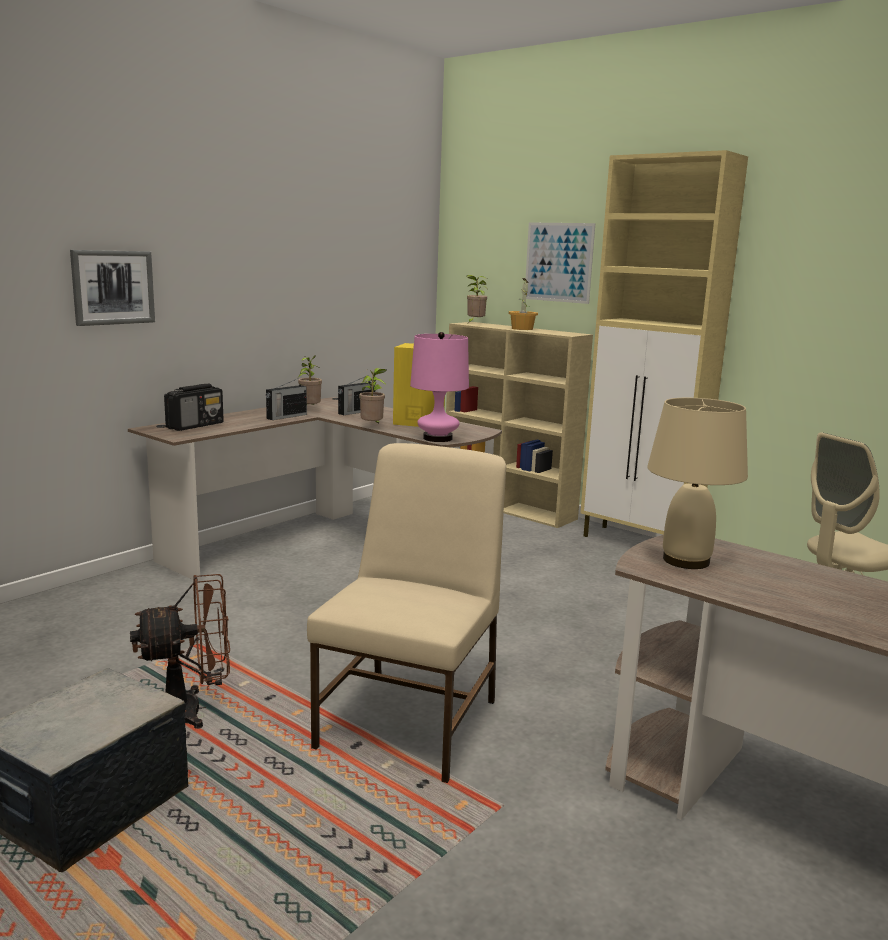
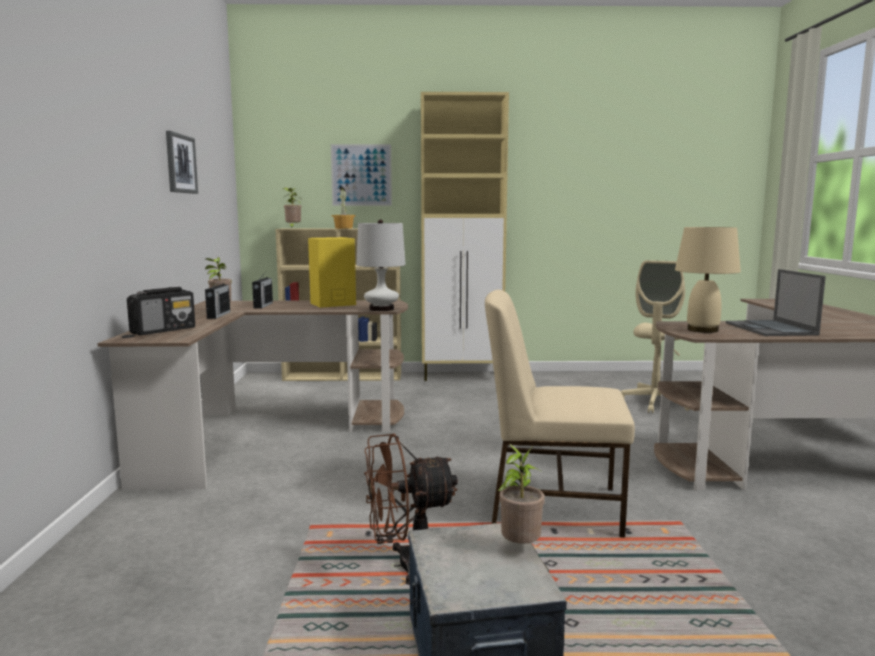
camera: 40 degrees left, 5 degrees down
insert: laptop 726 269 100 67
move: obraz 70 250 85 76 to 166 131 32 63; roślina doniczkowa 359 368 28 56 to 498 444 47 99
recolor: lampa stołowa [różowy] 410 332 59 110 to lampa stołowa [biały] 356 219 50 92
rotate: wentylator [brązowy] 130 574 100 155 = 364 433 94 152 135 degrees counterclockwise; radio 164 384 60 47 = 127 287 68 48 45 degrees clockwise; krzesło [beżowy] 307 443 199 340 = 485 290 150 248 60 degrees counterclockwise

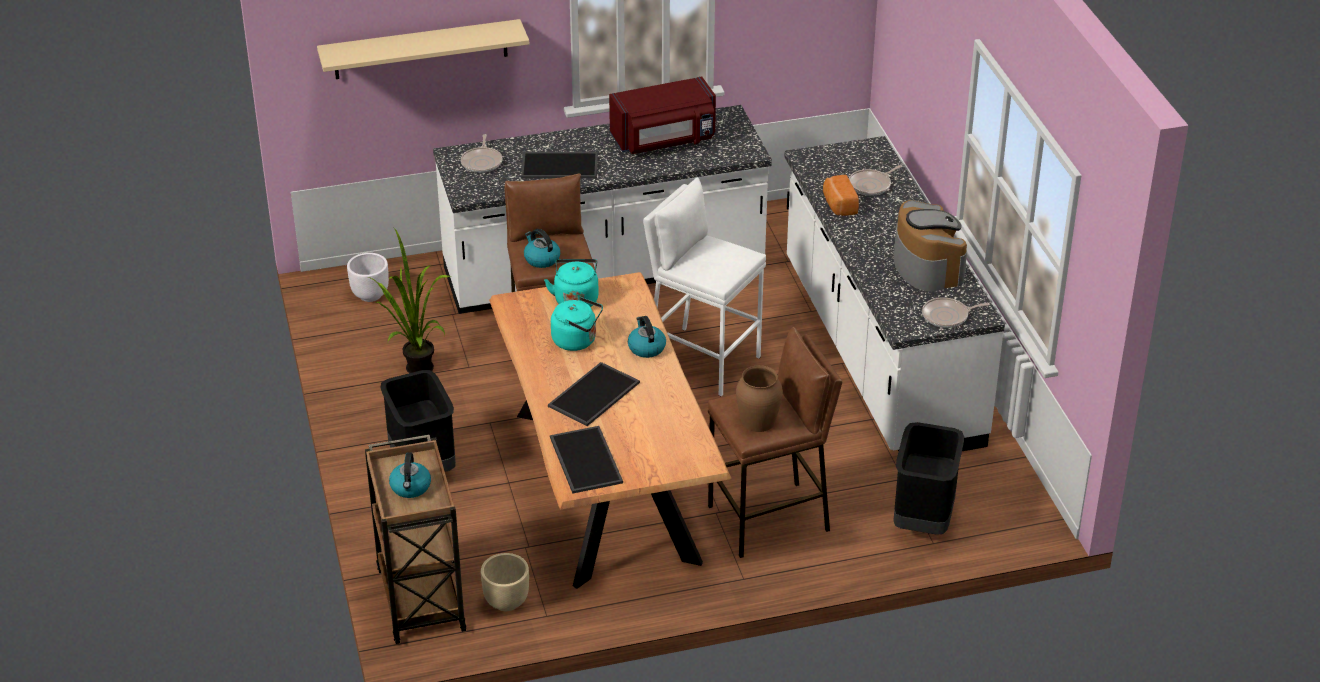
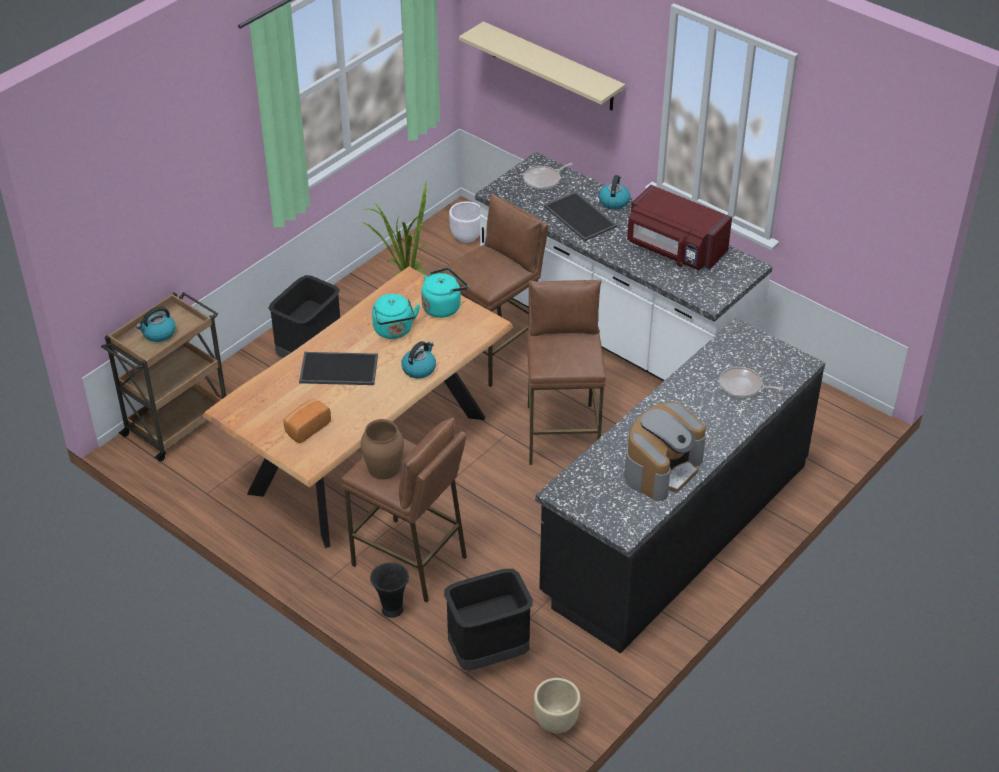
camera: 55 degrees right, 5 degrees up
delete: taca 550 426 73 68; patelnia 922 297 68 31
insert: wazon [czarny] 370 563 39 55
move: donica [beżowy] 481 553 48 58 to 534 678 46 55; czajnik 524 229 36 39 to 599 175 31 35; chleb 823 175 36 41 to 283 399 48 45
recolor: stołek [biały] 643 177 123 220 to stołek [brązowy] 527 280 79 185; zabudowa kuchenna [biały] 784 136 221 315 to zabudowa kuchenna [czarny] 535 318 290 335

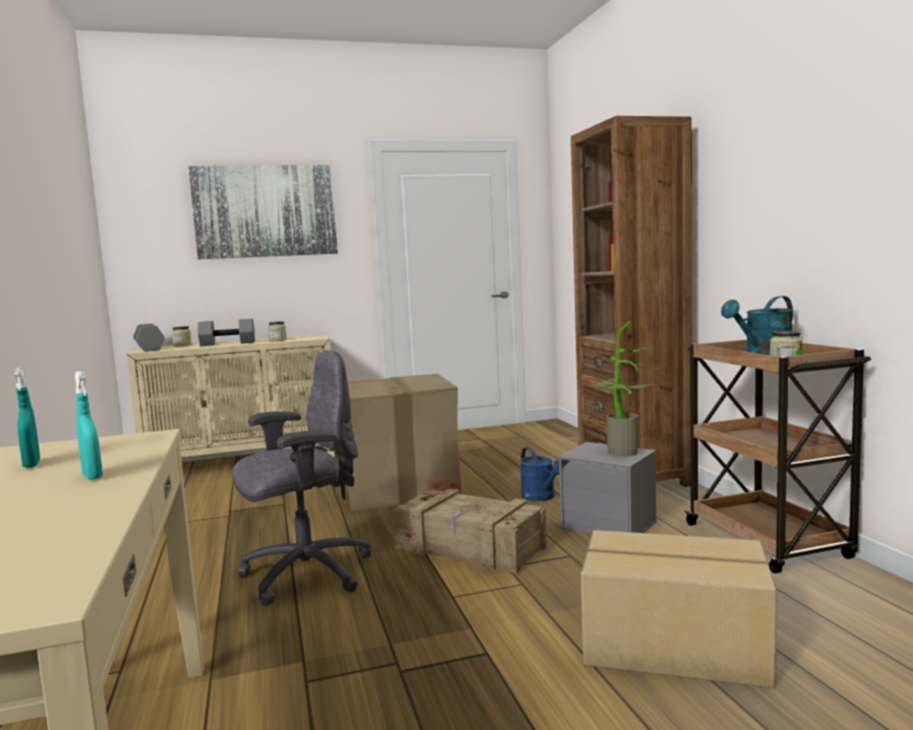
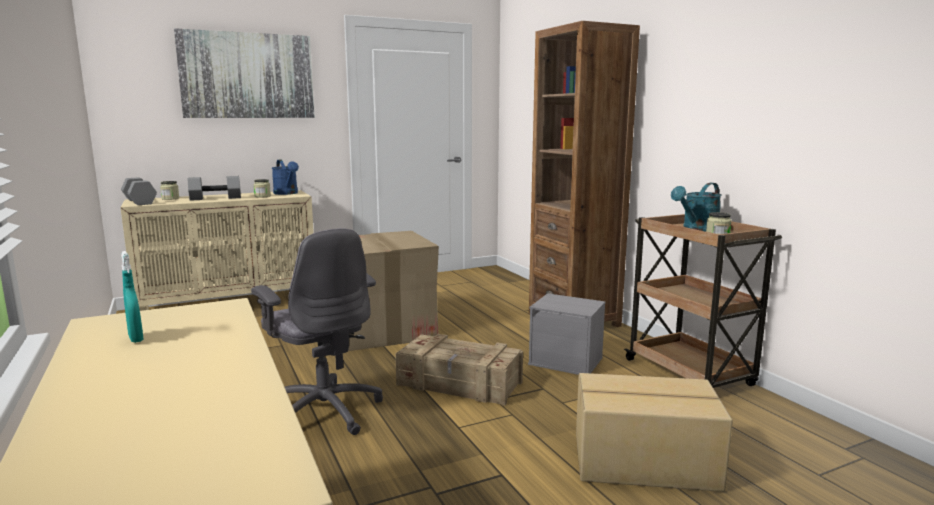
camera: 10 degrees left, 5 degrees up
delete: spryskiwacz [turkusowy] 75 371 28 109; roślina doniczkowa 585 321 69 136
move: konewka [niebieski] 520 447 39 54 to 272 160 27 35
rotate: krzesło biurowe [szary] 232 350 139 256 = 251 228 132 207 90 degrees clockwise

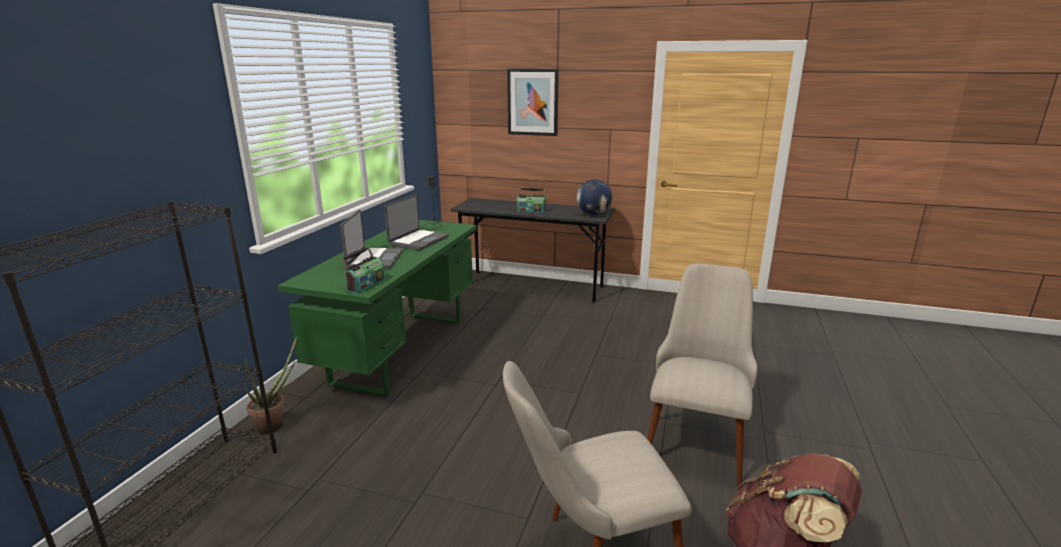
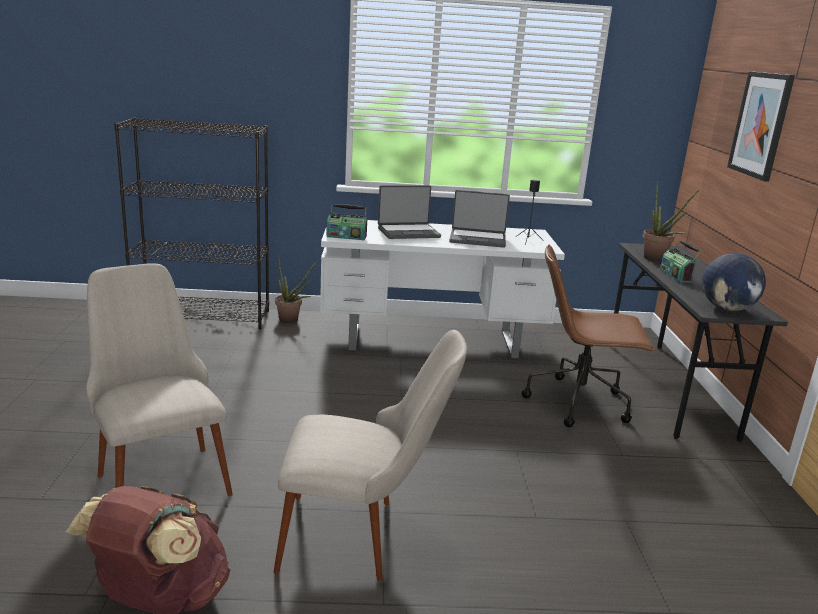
camera: 70 degrees right, 0 degrees up
insert: krzesło biurowe [brązowy] 522 244 133 183; roślina doniczkowa 643 181 57 81
recolor: biurko [zielony] 278 220 198 178 to biurko [biały] 320 220 245 139

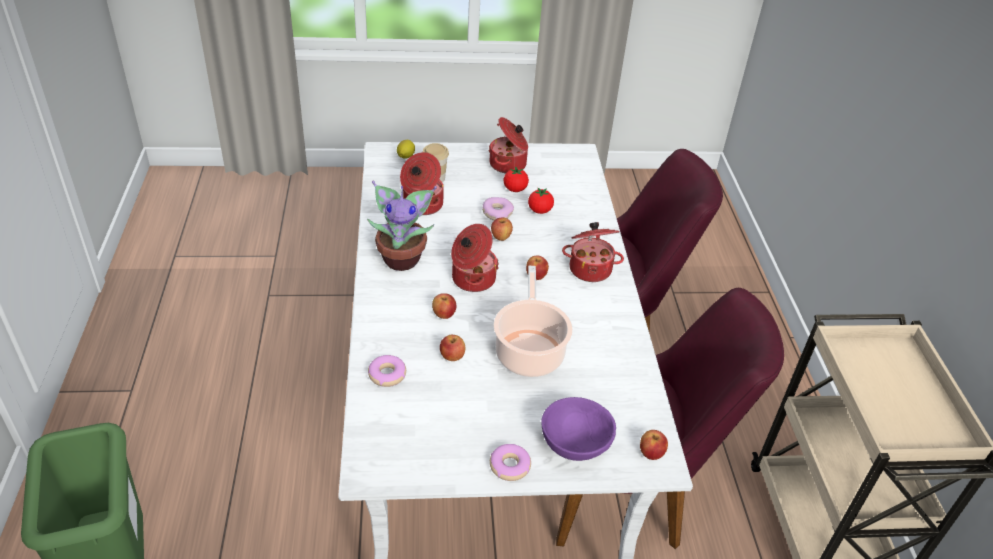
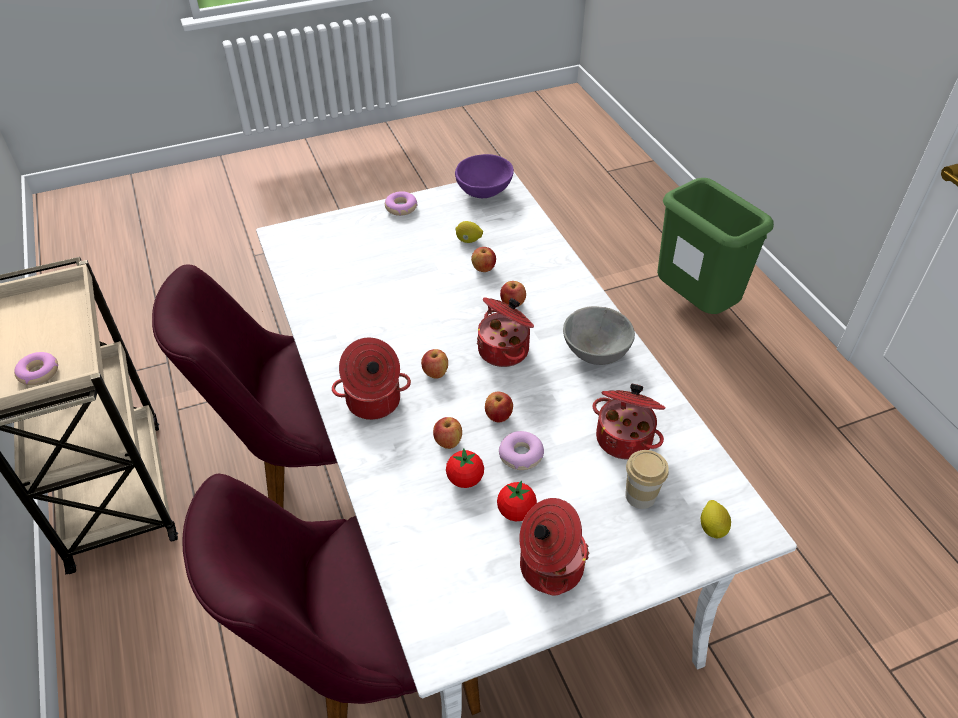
camera: 165 degrees right, 5 degrees up
delete: garnek 493 266 80 111
insert: cytryna 455 221 28 22
move: donut 368 355 38 32 to 14 352 44 33; miska [fioletowy] 541 397 75 64 to 455 154 59 44; jabłko 640 430 28 30 to 433 417 29 32
replace: roślina doniczkowa 367 181 70 90 to miska [szary] 563 306 72 59

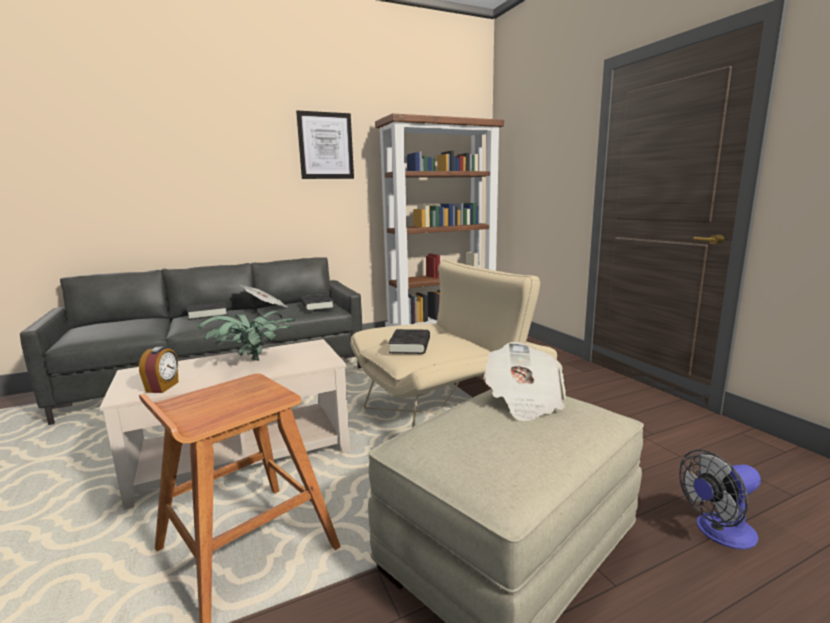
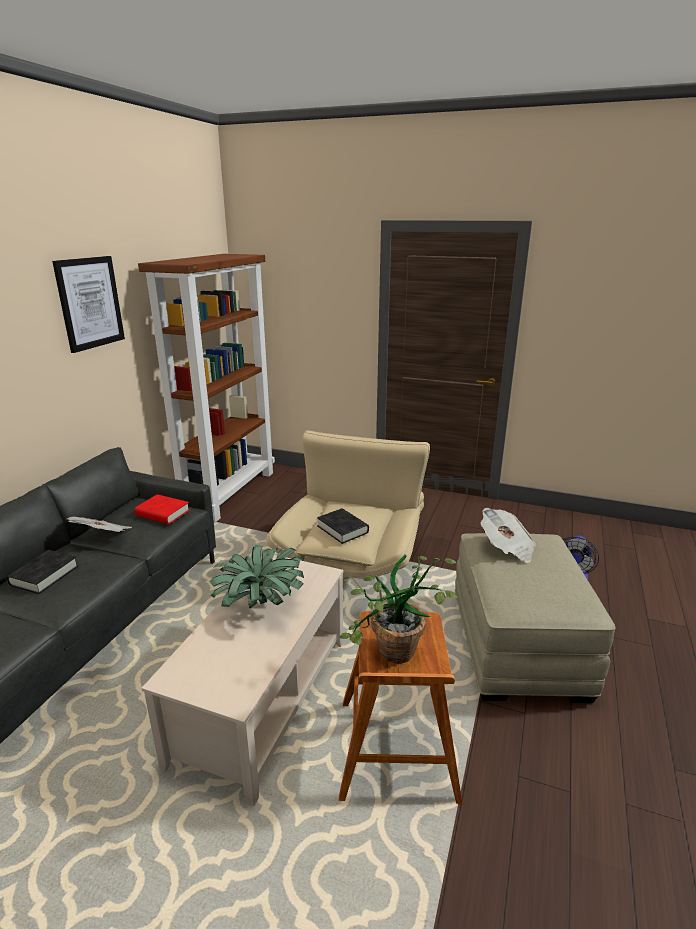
camera: 45 degrees left, 10 degrees up
delete: budzik 139 347 39 46
insert: roślina doniczkowa 340 555 118 109
recolor: książka [czarny] 301 294 33 17 to książka [czerwony] 135 494 55 30

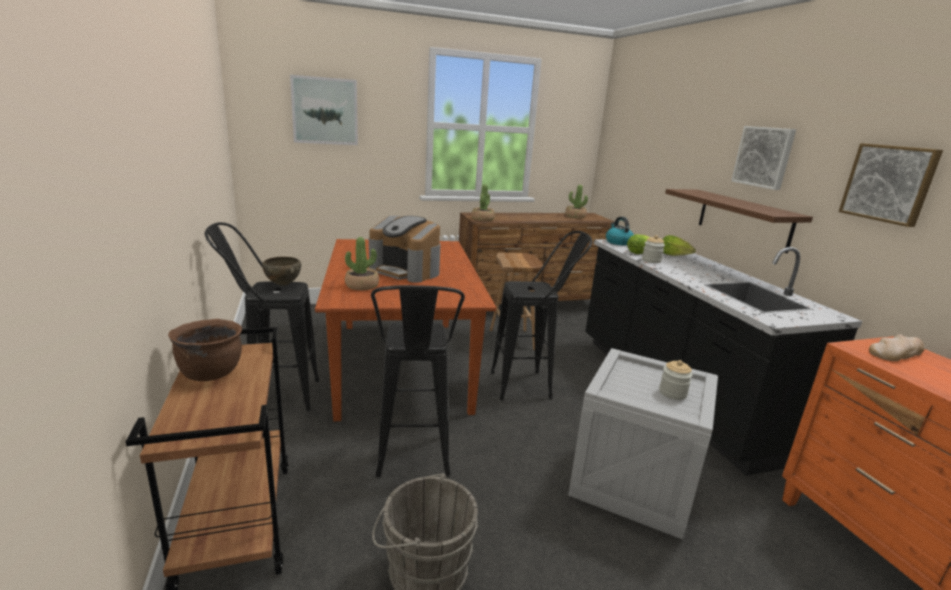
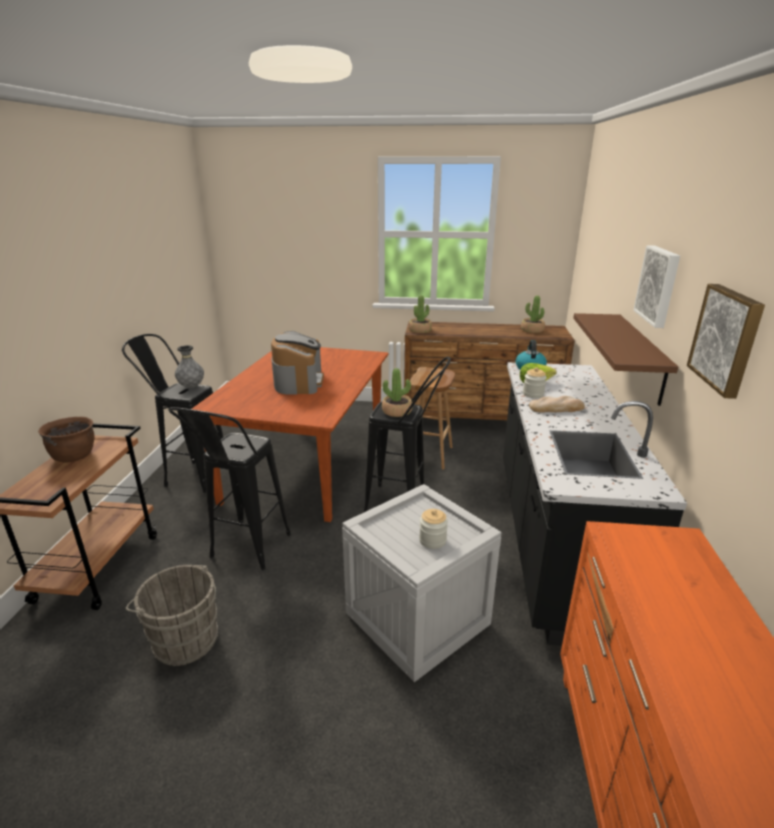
camera: 25 degrees right, 5 degrees up
delete: obraz 290 75 68 70; sałata 662 235 34 21
move: roślina doniczkowa 345 237 34 53 to 382 368 31 49; chleb 869 334 56 27 to 529 396 56 17
replace: miska [brązowy] 262 257 39 29 to wazon [szary] 175 345 29 43
rotate: ekspres do kawy 369 216 72 67 = 271 331 53 64 150 degrees counterclockwise

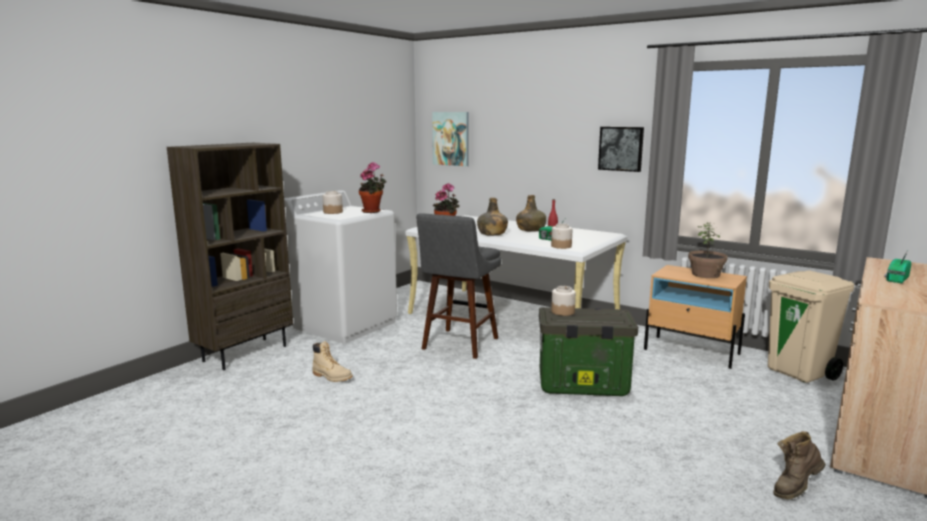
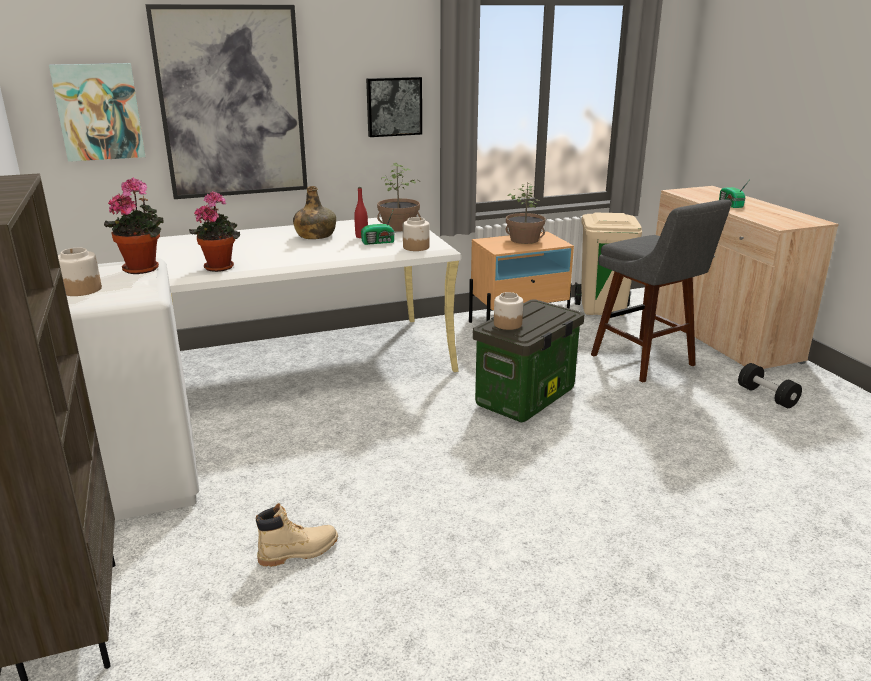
camera: 55 degrees left, 10 degrees up
delete: butelka [zielony] 477 198 31 38
insert: obraz 145 4 162 195; roślina doniczkowa 377 163 44 68
move: stołek [szary] 416 213 85 146 to 591 199 141 184
replace: but z cholewką [brązowy] 773 431 53 68 to hantel [czarny] 738 363 64 45

